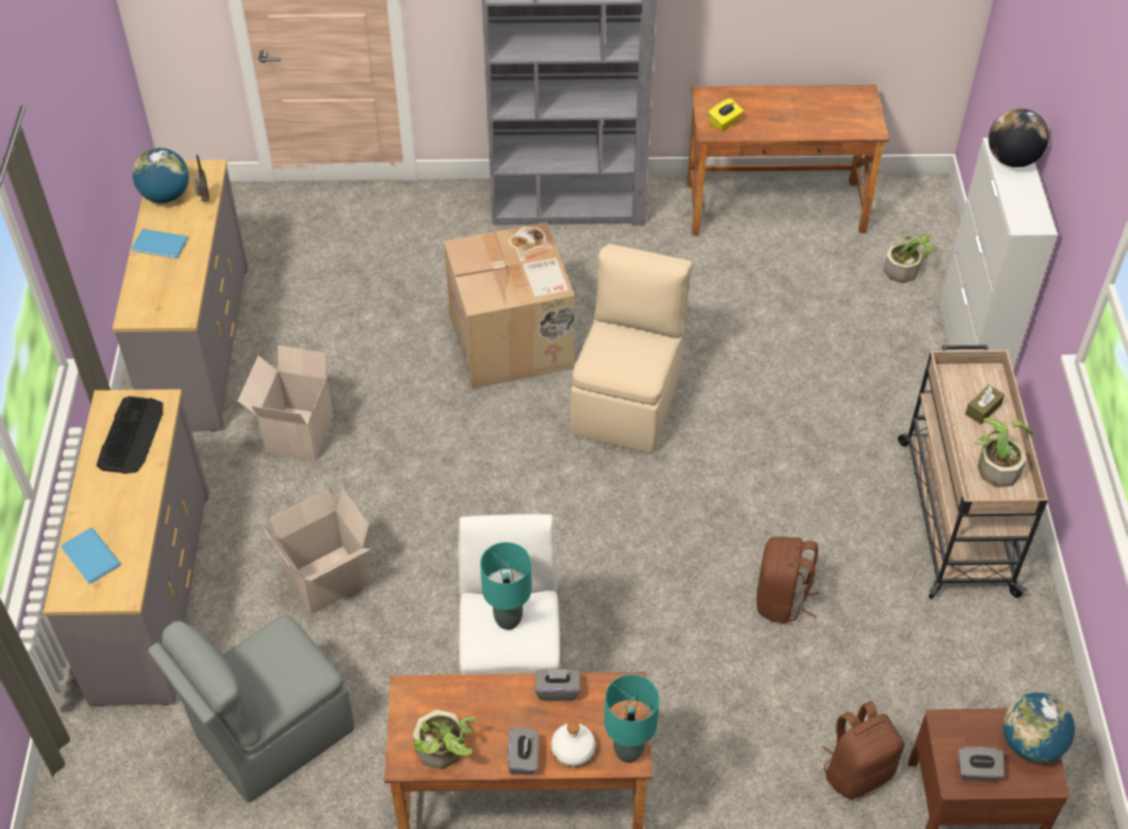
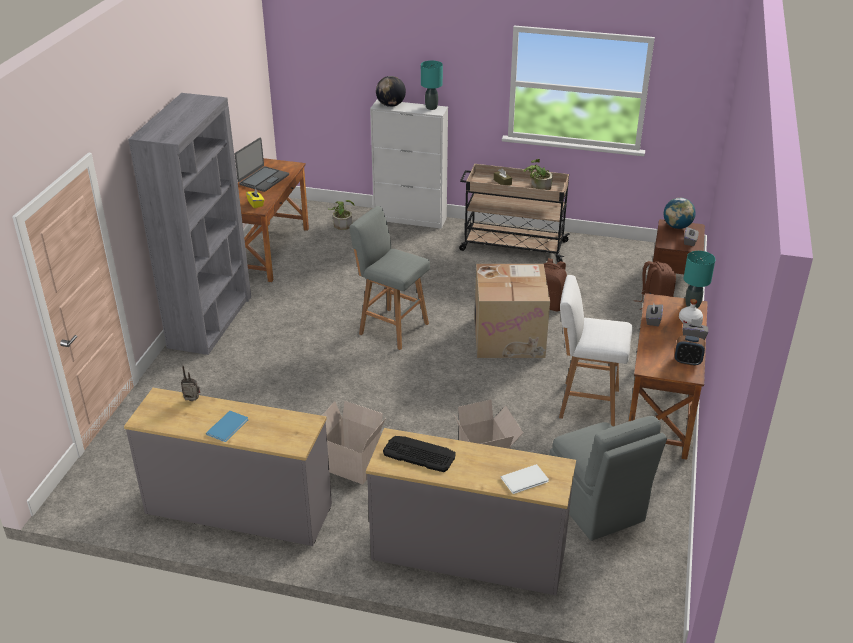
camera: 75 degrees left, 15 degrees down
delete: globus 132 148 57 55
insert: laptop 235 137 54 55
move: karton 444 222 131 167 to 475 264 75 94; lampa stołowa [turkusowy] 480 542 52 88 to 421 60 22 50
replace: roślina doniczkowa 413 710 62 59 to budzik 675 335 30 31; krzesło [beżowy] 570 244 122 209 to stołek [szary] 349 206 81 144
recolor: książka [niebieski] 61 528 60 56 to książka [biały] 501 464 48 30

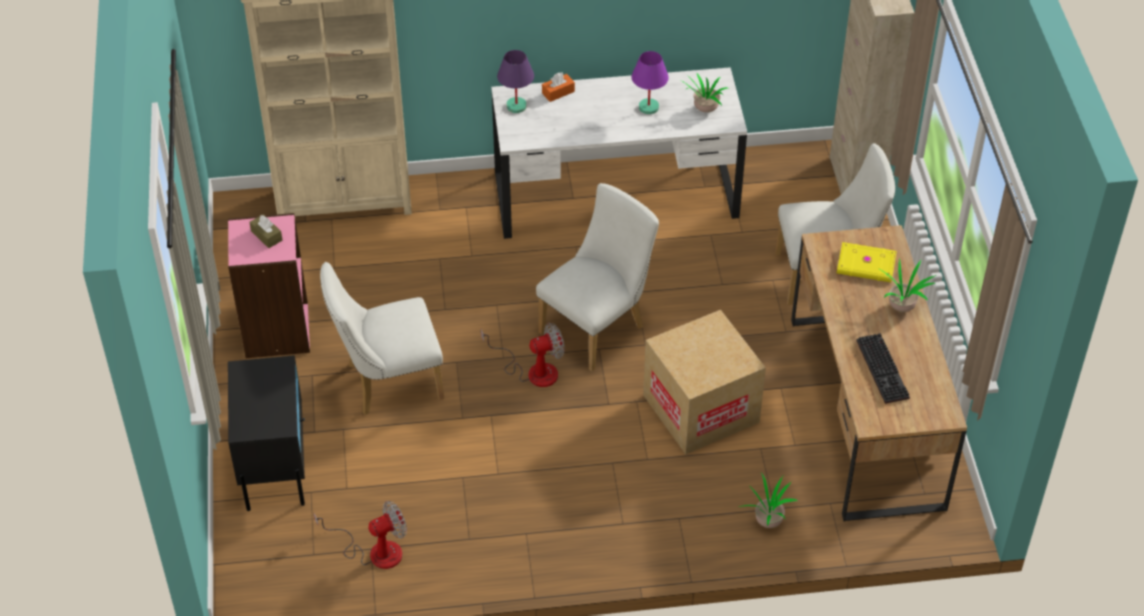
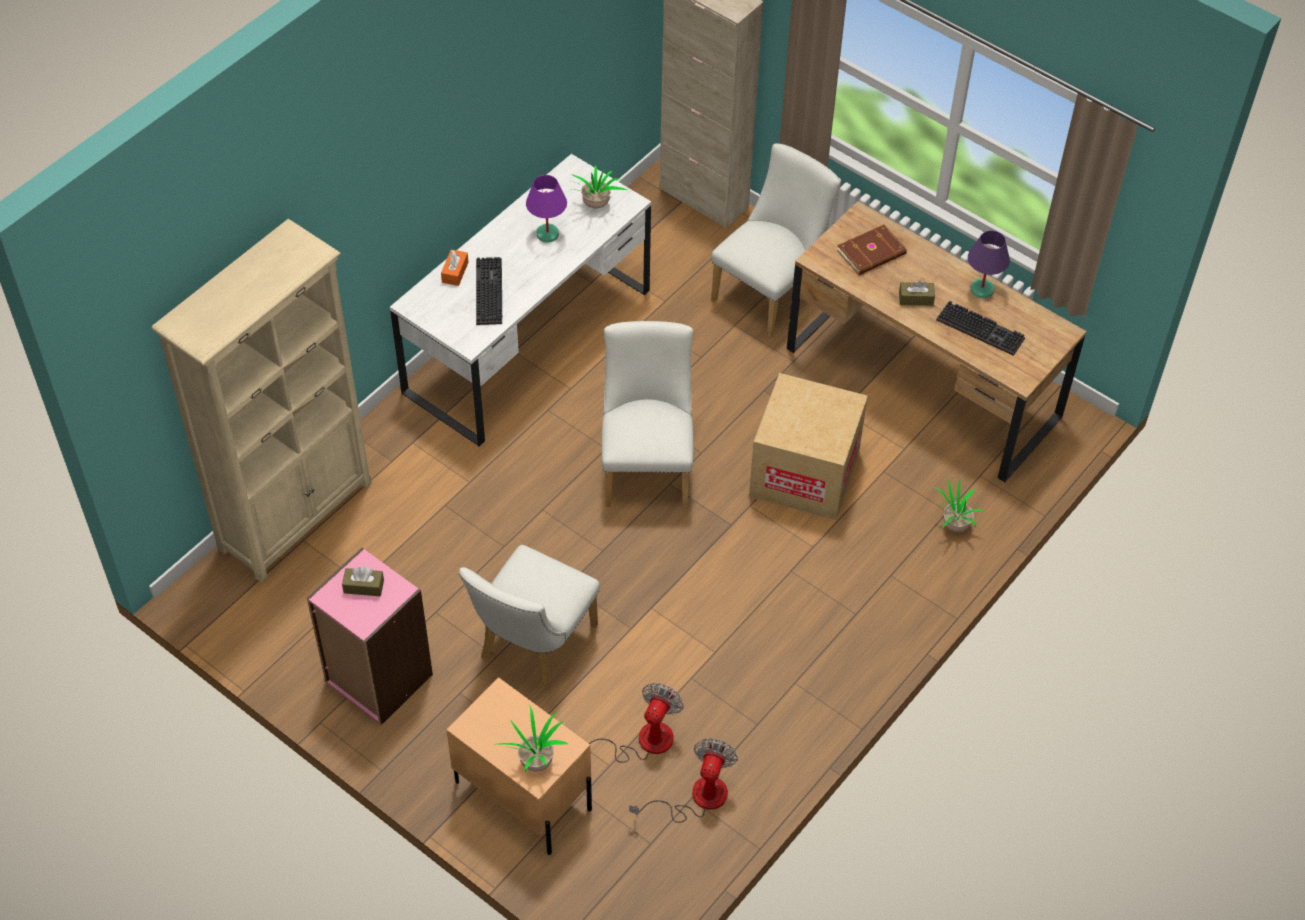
camera: 45 degrees left, 5 degrees up
insert: klawiatura 476 257 26 68; pudełko chusteczek [brązowy] 899 281 36 25
move: wentylator 481 323 84 64 to 589 683 95 80; lampa stołowa [fioletowy] 497 50 37 63 to 968 231 42 67; roślina doniczkowa 877 258 59 54 to 494 706 74 66
recolor: szafka nocna [czarny] 228 355 77 156 to szafka nocna [beżowy] 446 677 146 178; książka [żółty] 837 242 60 40 to książka [brązowy] 837 225 70 50

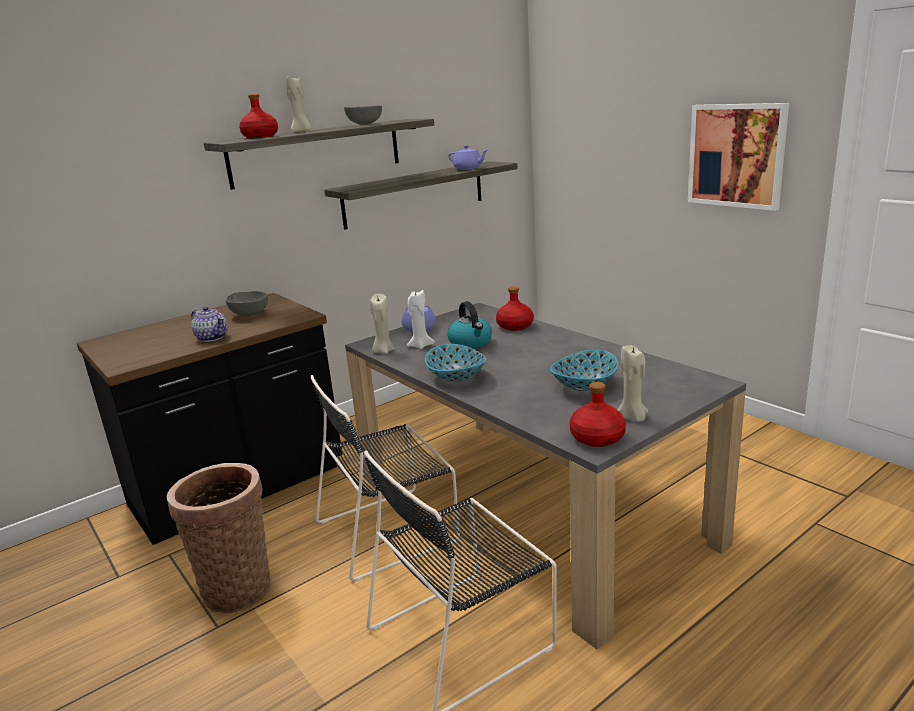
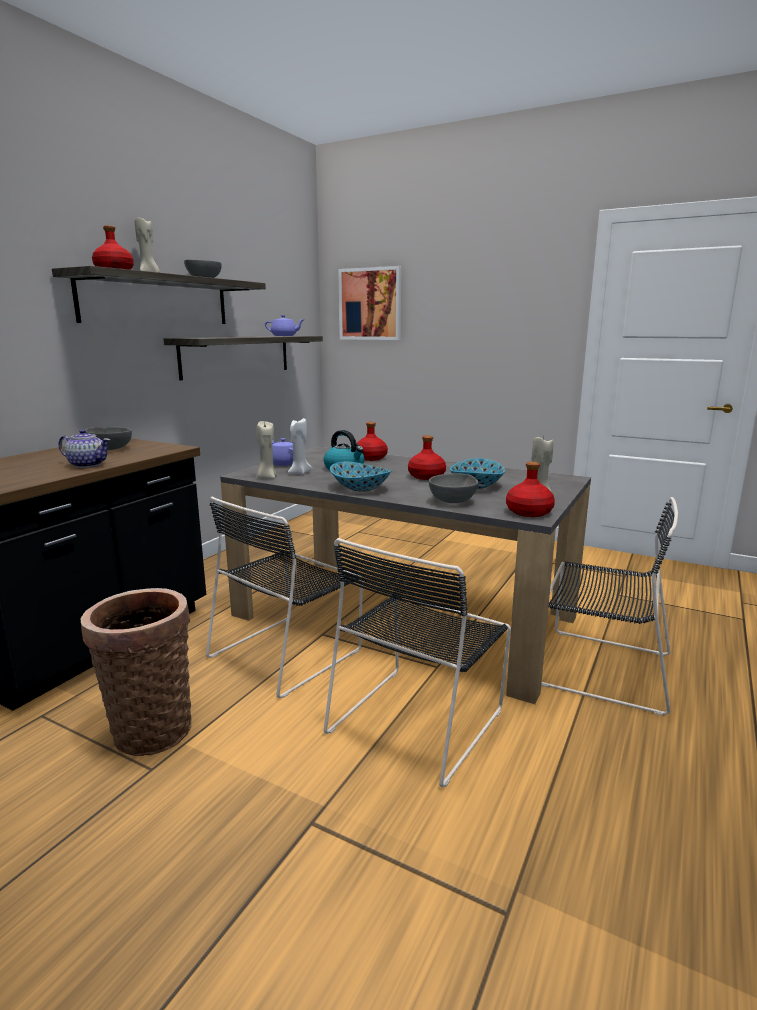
camera: 25 degrees left, 5 degrees down
insert: butelka [czerwony] 408 435 38 45; miska [szary] 429 473 49 30; krzesło [czarny] 541 497 137 219
move: obraz 688 103 101 108 to 338 266 63 74

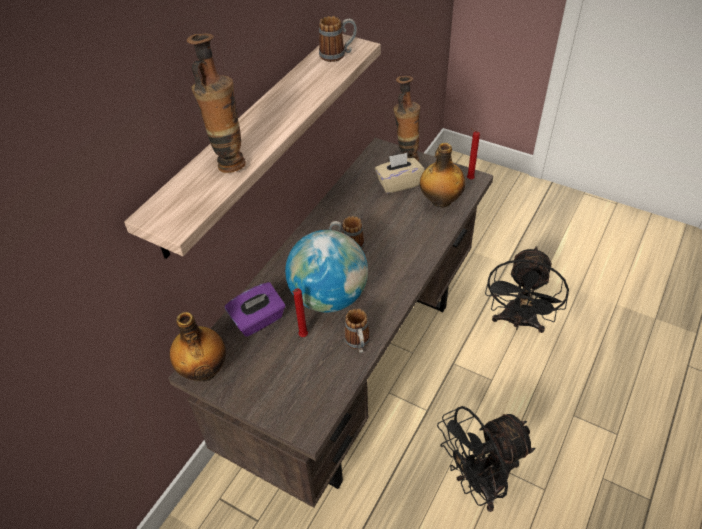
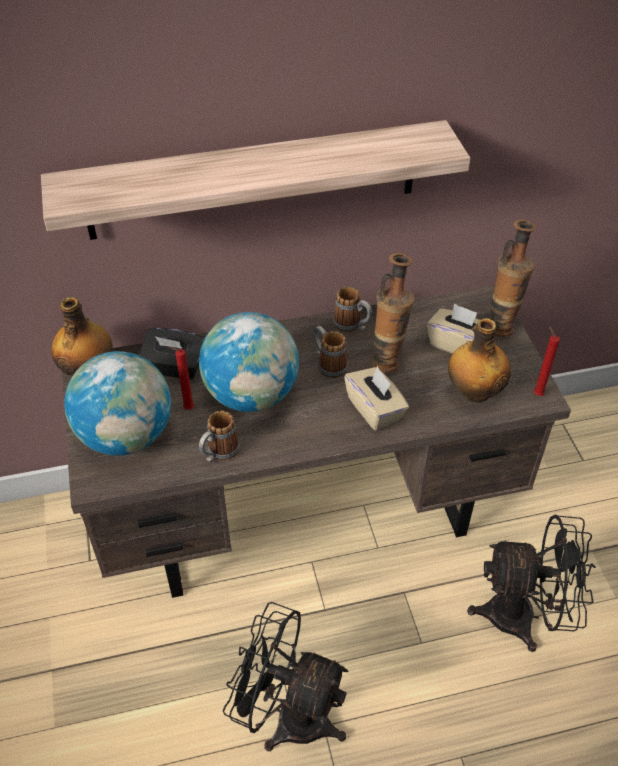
camera: 45 degrees right, 0 degrees up
insert: globus 64 351 107 105; pudełko chusteczek [beżowy] 344 366 65 65
move: wazon 187 33 59 140 to 372 253 43 119; kubek 319 16 38 46 to 333 286 39 46
recolor: pudełko chusteczek [fioletowy] 225 282 60 55 to pudełko chusteczek [czarny] 139 328 66 51
rotate: wentylator [czarny] 485 246 84 87 = 467 515 129 137 150 degrees counterclockwise

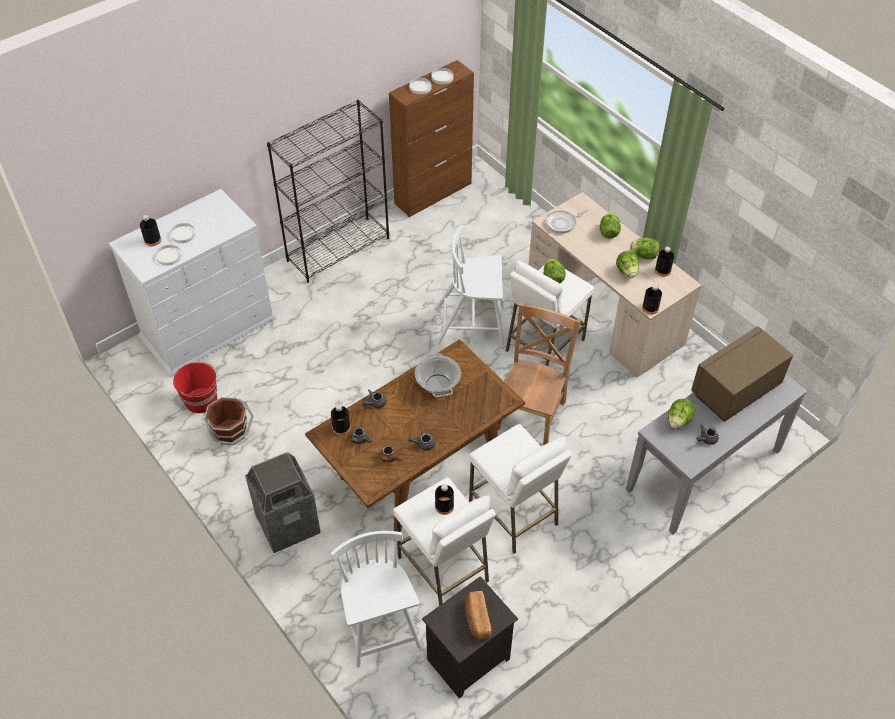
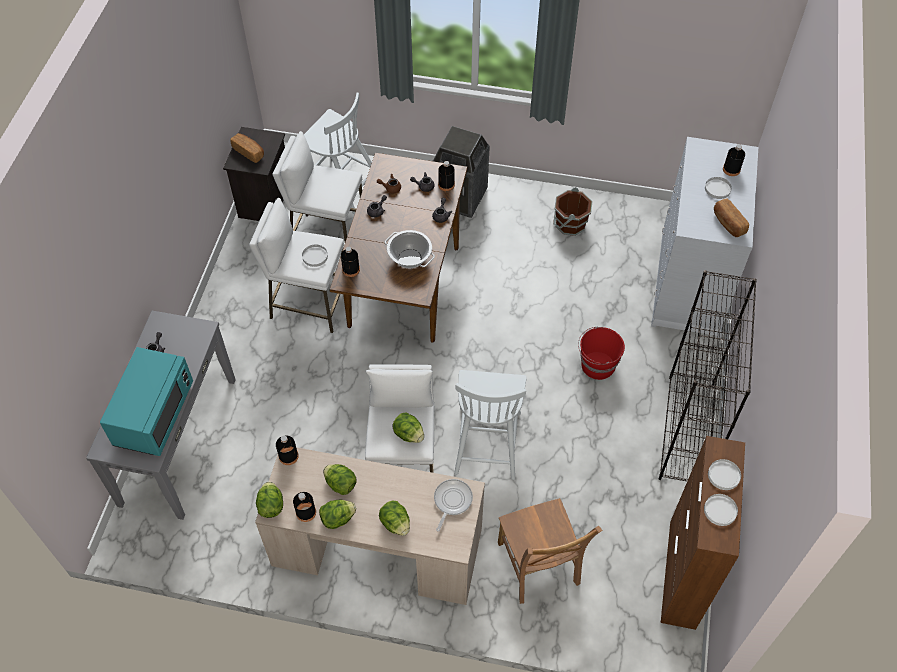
camera: 140 degrees right, 5 degrees up
insert: chleb 714 198 35 39
move: talerz [biały] 155 245 27 21 to 302 245 26 22; wiadro [czerwony] 173 362 45 51 to 578 327 47 53; butelka [czarny] 435 484 19 31 to 341 247 19 30; krzesło [brązowy] 497 302 85 143 to 498 498 105 106; sałata 668 399 27 30 to 256 482 27 36
recolor: mikrofalówka [brązowy] 691 326 102 96 to mikrofalówka [turkusowy] 100 347 93 109
rotate: krzesło [biały] 437 225 67 120 = 454 370 73 110 135 degrees clockwise

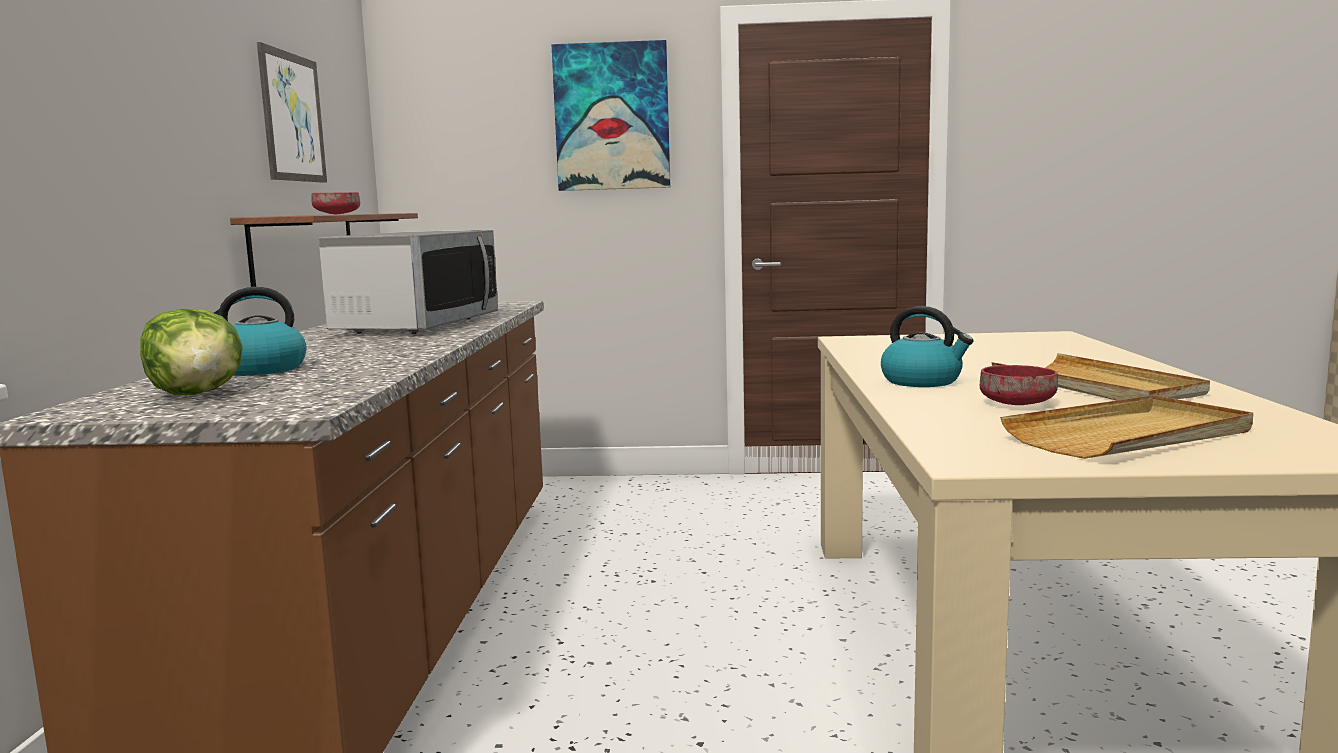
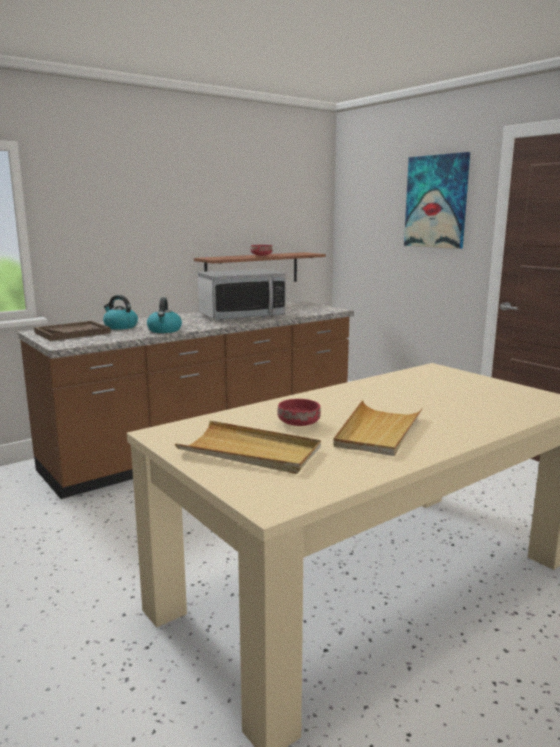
camera: 50 degrees right, 5 degrees up
delete: obraz 257 42 70 141
move: czajnik 881 306 93 81 to 147 298 35 35
replace: sałata 140 309 103 86 to taca [brązowy] 34 321 77 20

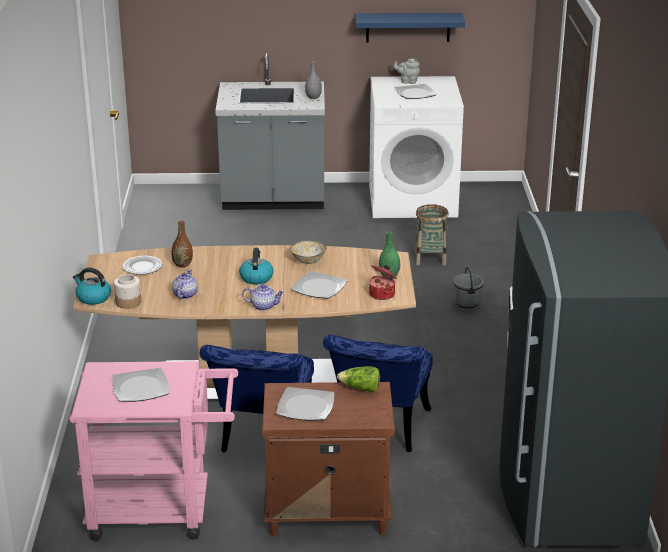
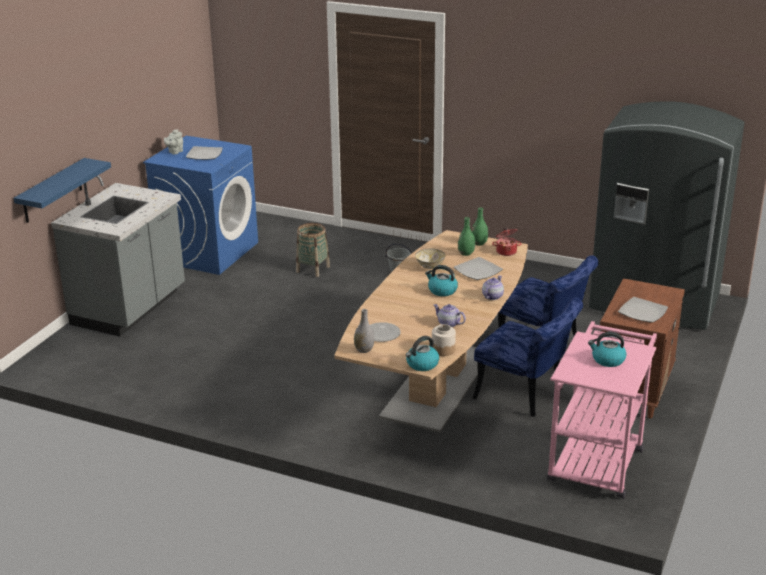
camera: 65 degrees left, 0 degrees up
delete: wazon [brązowy] 171 221 22 46; sałata 337 366 43 26
insert: wazon [zielony] 458 217 17 39
move: wazon [szary] 305 61 17 38 to 354 309 20 44; półka [niebieski] 355 13 110 29 to 14 158 97 65
replace: talerz 112 368 57 34 to czajnik 588 332 38 35
recolor: pralka [biały] 369 76 95 142 to pralka [niebieski] 143 136 115 139

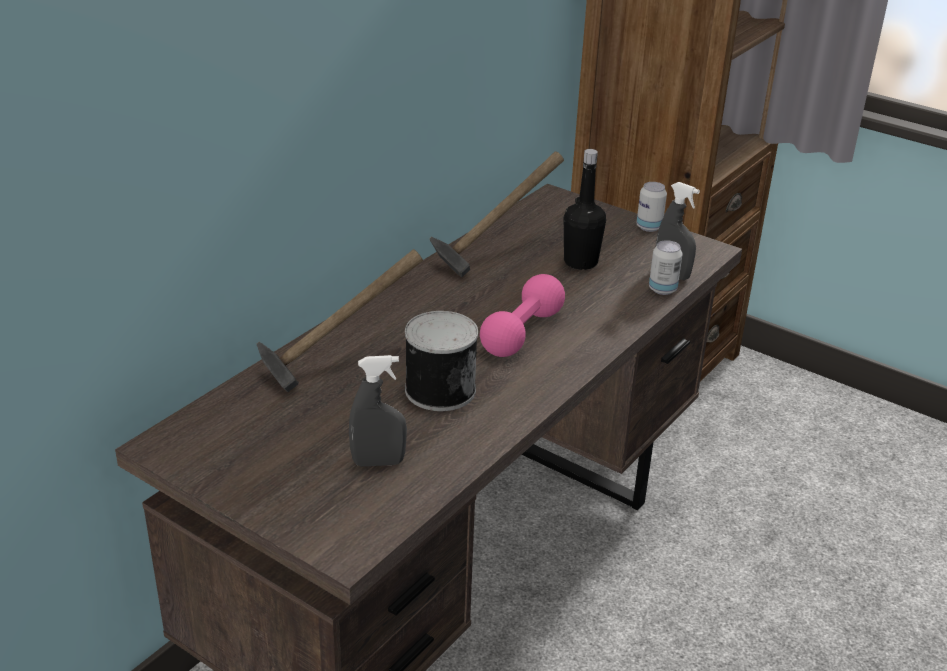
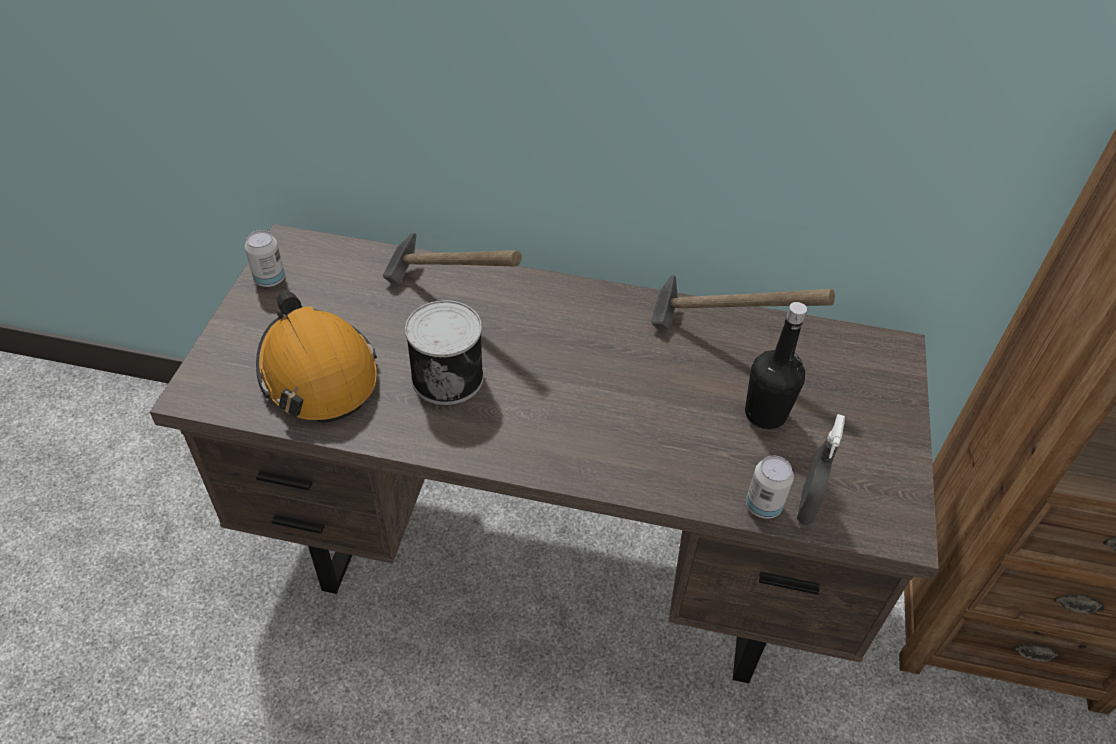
camera: 65 degrees right, 15 degrees up
delete: hantel [różowy] 480 274 85 83
move: puszka 637 182 30 50 to 245 230 40 57
replace: spryskiwacz [szary] 349 355 58 112 to kask [pomarańczowy] 256 291 121 132

